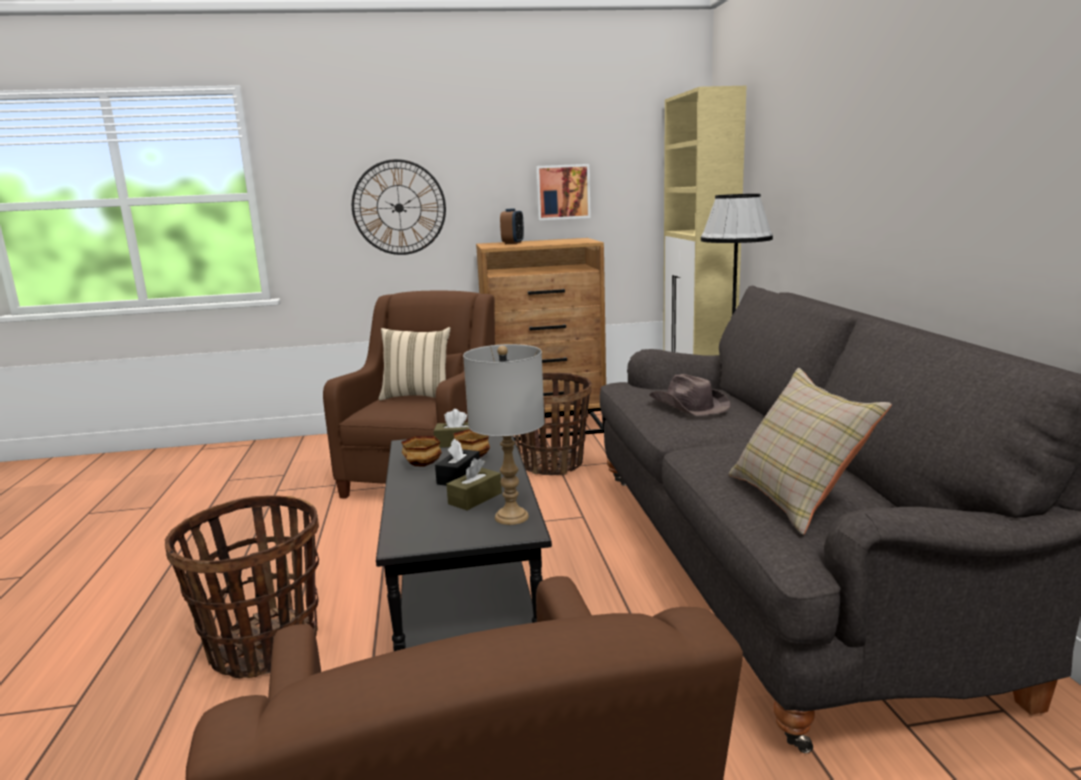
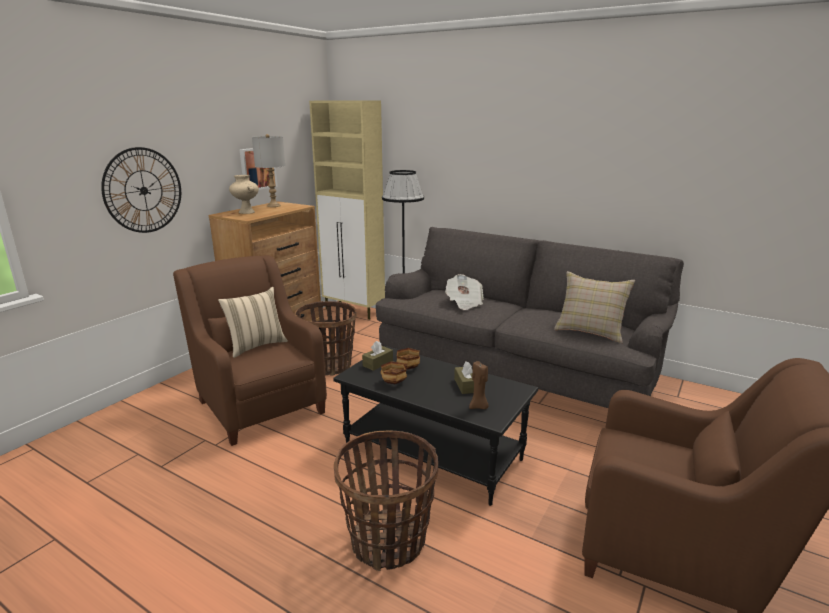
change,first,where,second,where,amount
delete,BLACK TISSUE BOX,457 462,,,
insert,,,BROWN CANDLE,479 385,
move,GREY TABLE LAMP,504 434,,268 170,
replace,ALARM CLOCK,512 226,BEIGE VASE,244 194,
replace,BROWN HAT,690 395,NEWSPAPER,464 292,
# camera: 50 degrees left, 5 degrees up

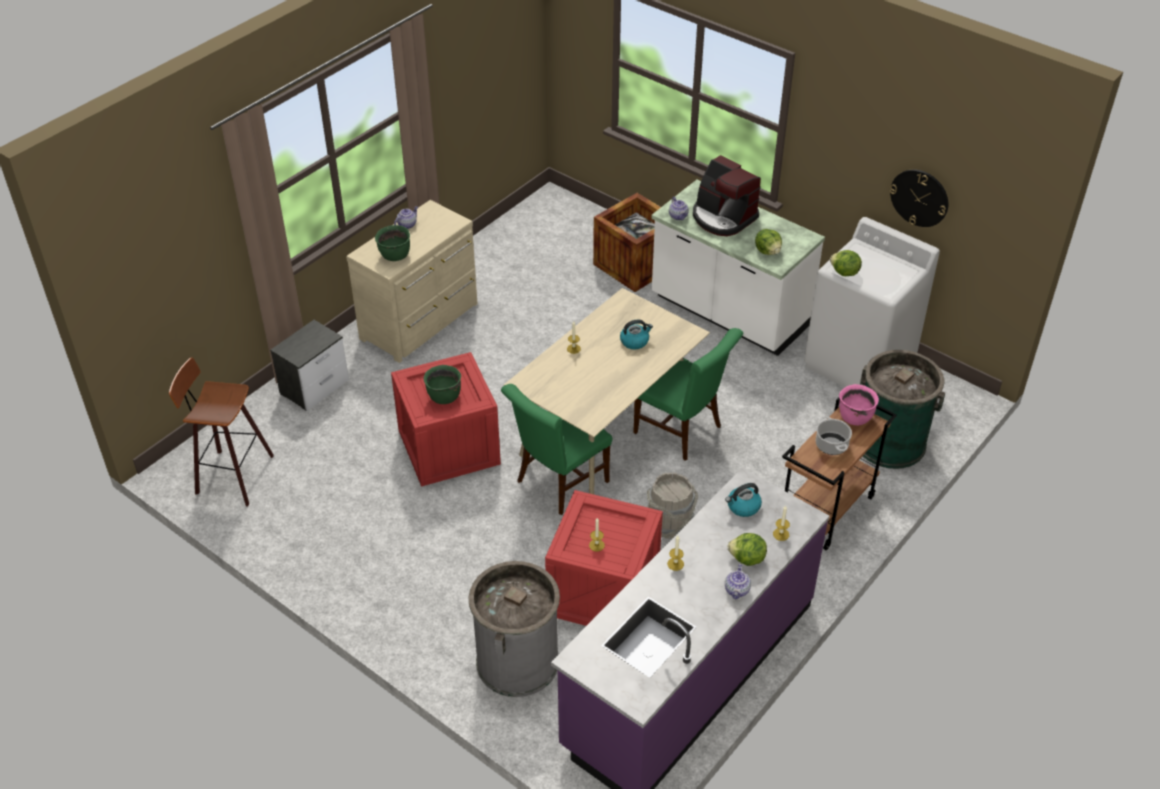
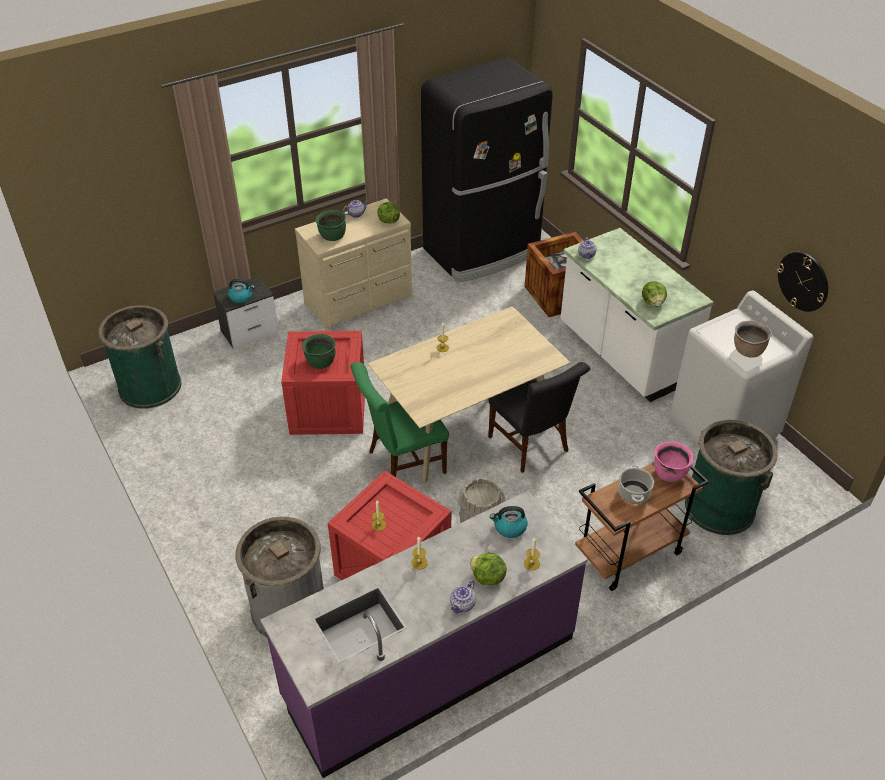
change,first,where,second,where,amount
delete,COFFEE MACHINE,727 195,,,
insert,,,BLACK FRIDGE,487 170,
insert,,,BROWN COOKING POT,753 339,
move,KETTLE,636 334,,241 290,
move,LETTUCE,846 263,,388 213,
replace,STOOL,221 432,GREEN TRASH CAN,139 357,
recolor,GREEN CHAIR,688 394,BLACK CHAIR,539 417,
# camera: 20 degrees right, 0 degrees up

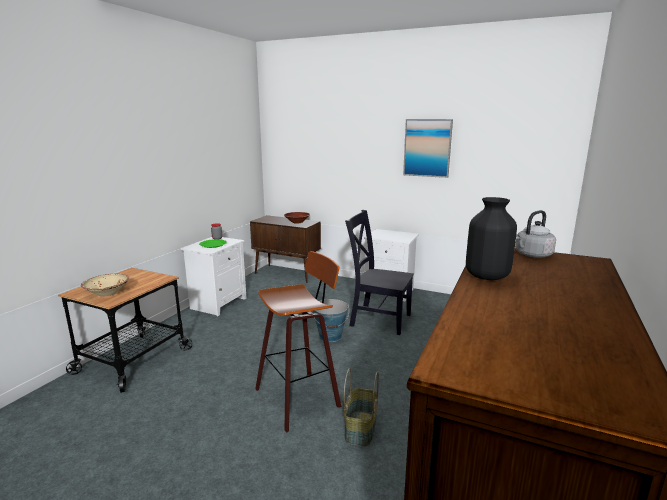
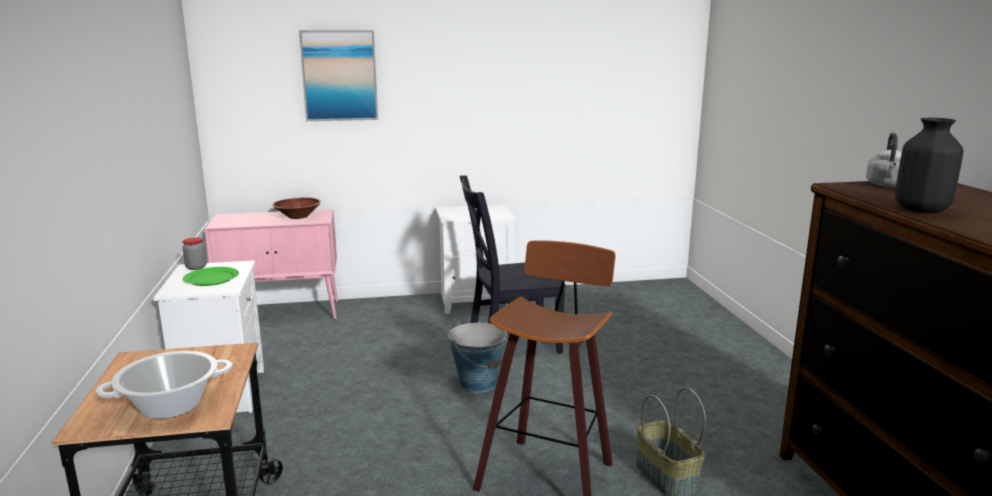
change,first,where,second,where,amount
move,PICTURE,428 148,,338 75,
replace,BEIGE BOWL,105 285,COOKING POT,164 385,
recolor,BROWN CABINET,285 249,PINK CABINET,271 264,
# camera: 35 degrees left, 0 degrees up

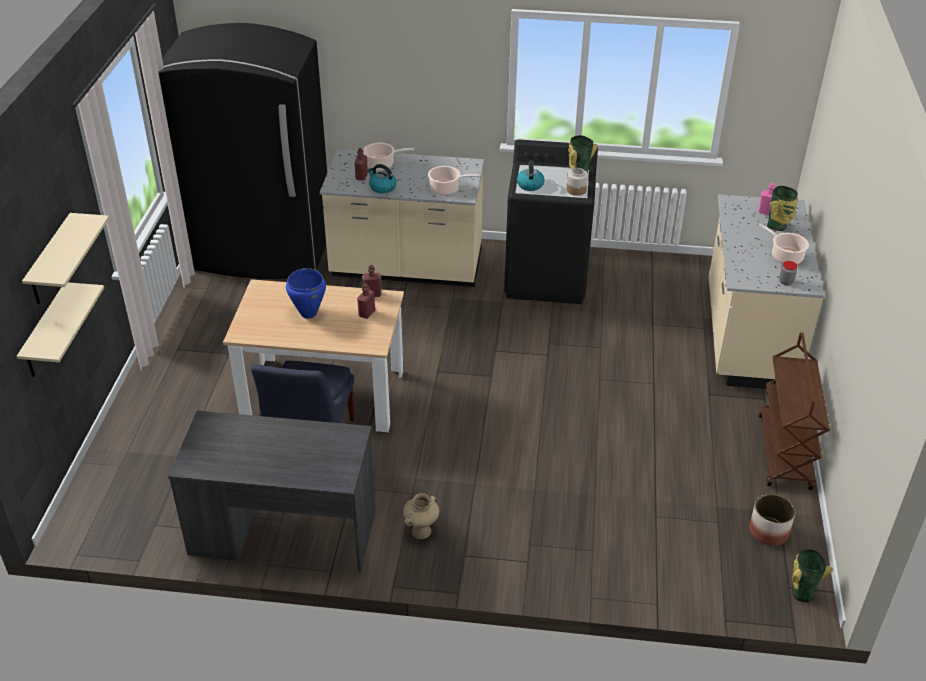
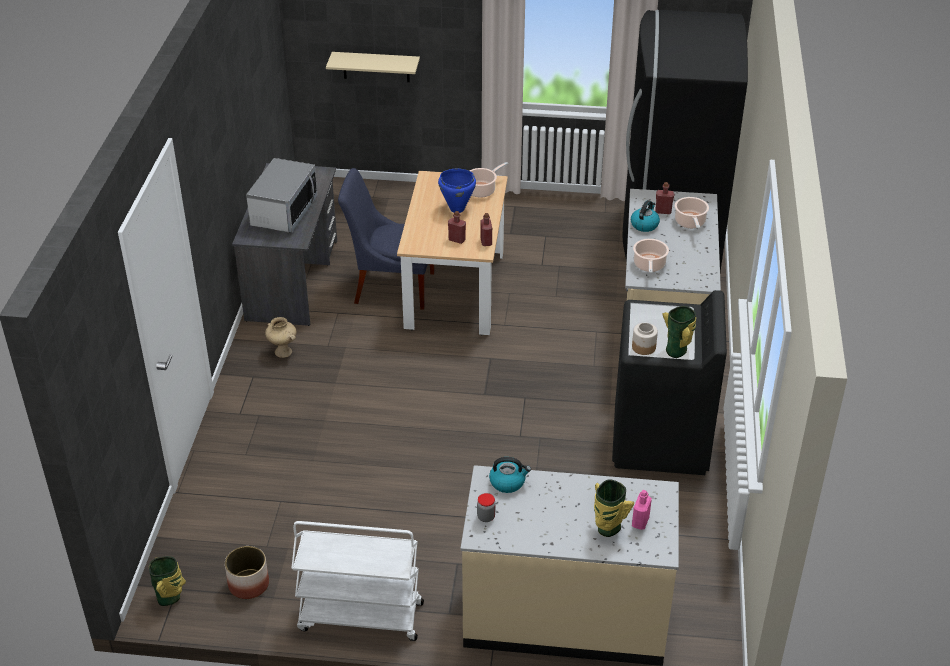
change,first,where,second,where,amount
delete,BEIGE SHELF,66 258,,,
insert,,,MICROWAVE,282 195,
move,KETTLE,531 175,,510 475,
move,COOKING POT,783 244,,488 180,
recolor,BROWN CART,794 411,WHITE CART,357 581,
# camera: 90 degrees right, 0 degrees up

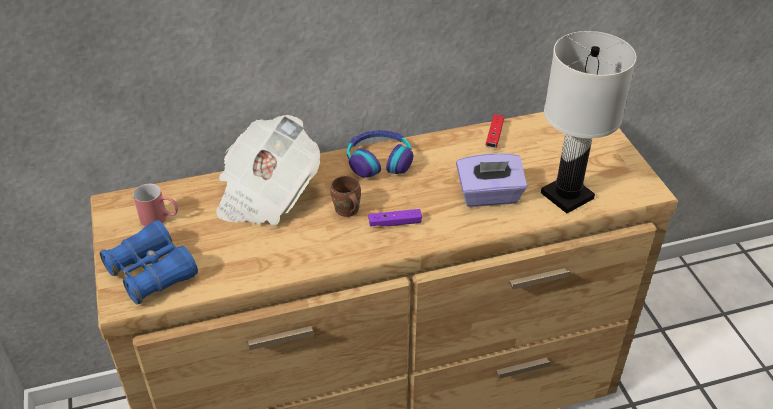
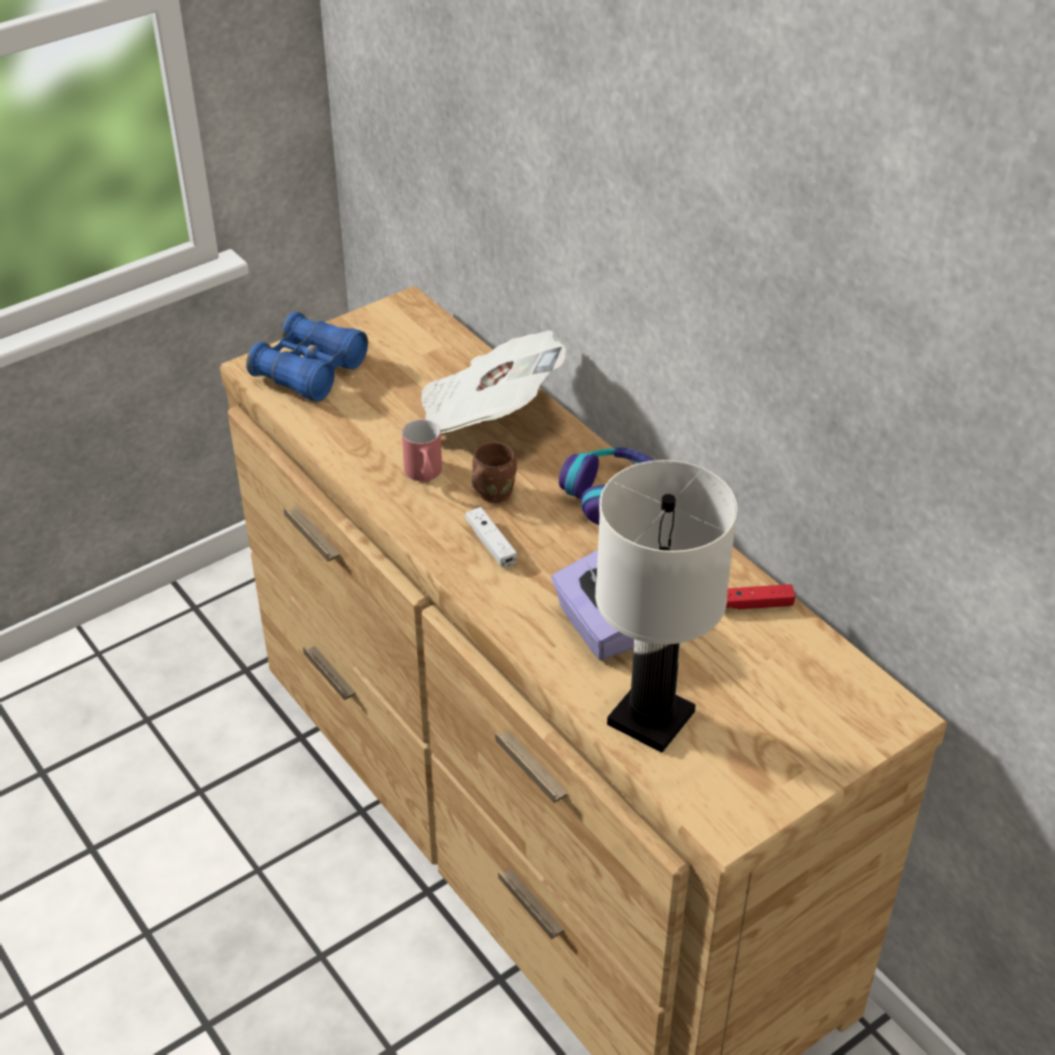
change,first,where,second,where,amount
move,RED MUG,155 205,,422 450,
recolor,PURPLE GAME CONTROLLER,395 218,WHITE GAME CONTROLLER,491 537,
# camera: 70 degrees right, 0 degrees up

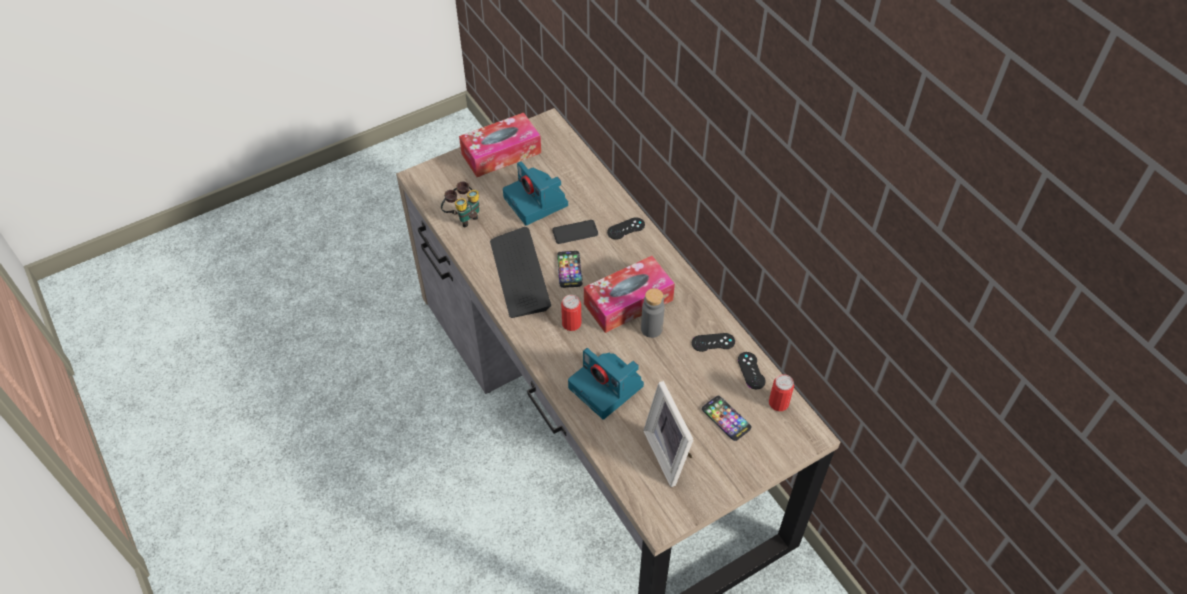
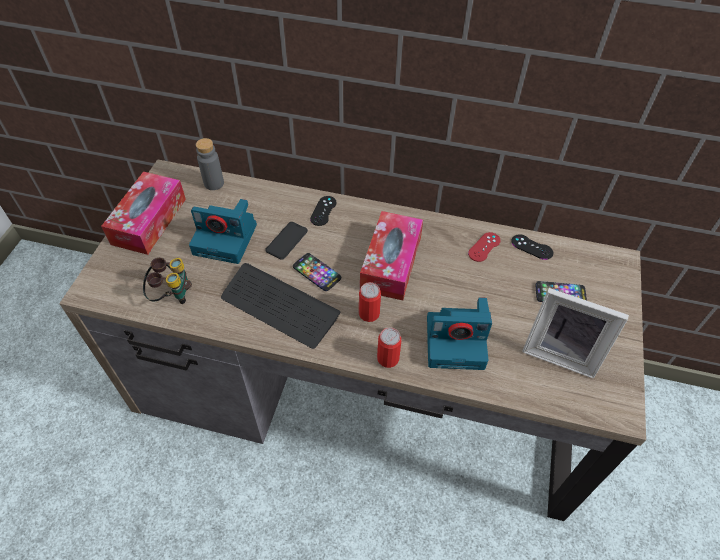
change,first,where,second,where,amount
move,GREY BOTTLE,653 313,,210 164,
move,CAN,781 392,,389 348,
recolor,BLACK GAME CONTROLLER,713 342,RED GAME CONTROLLER,484 247,
# camera: 45 degrees left, 0 degrees up

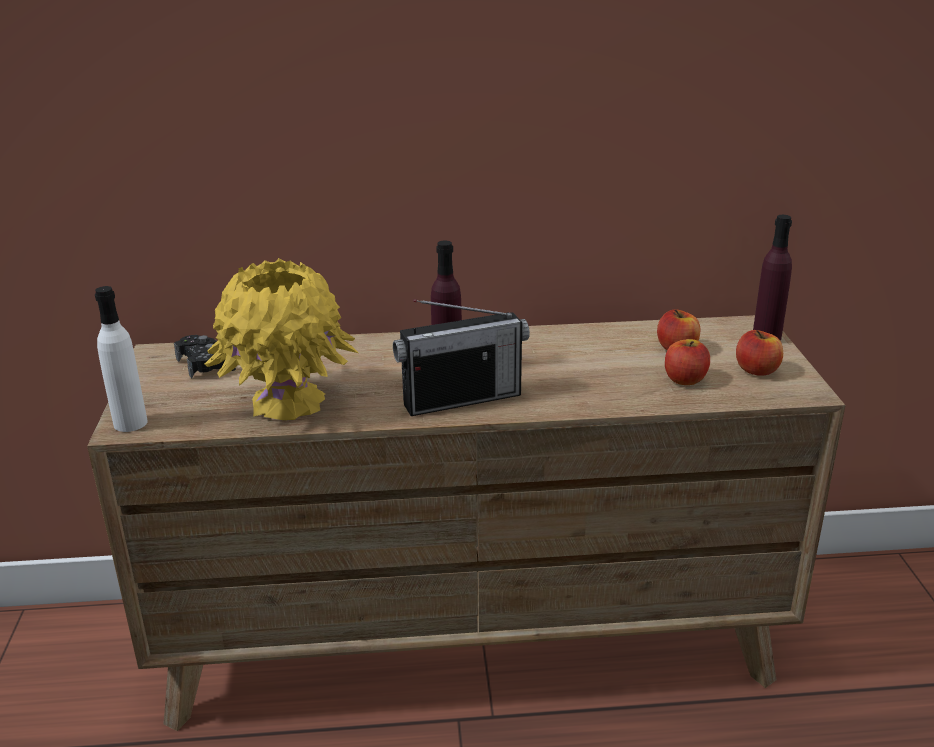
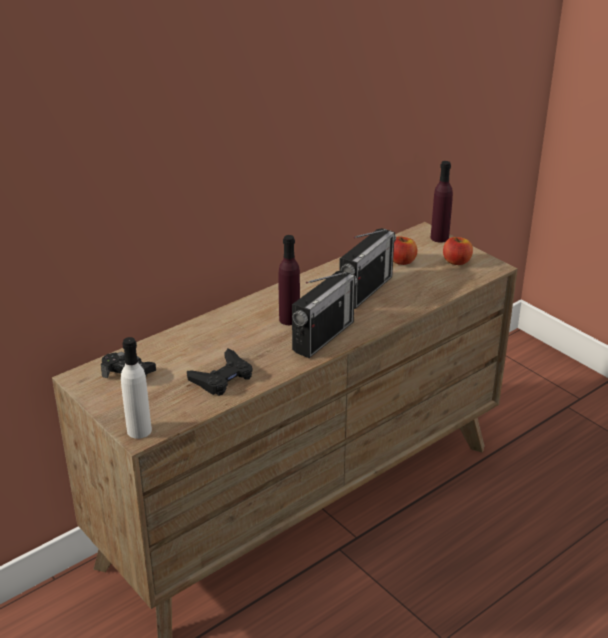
change,first,where,second,where,amount
delete,APPLE,687 362,,,
insert,,,RADIO,367 268,
replace,YELLOW VASE,281 339,BLACK GAME CONTROLLER,220 372,
# camera: 35 degrees left, 5 degrees up

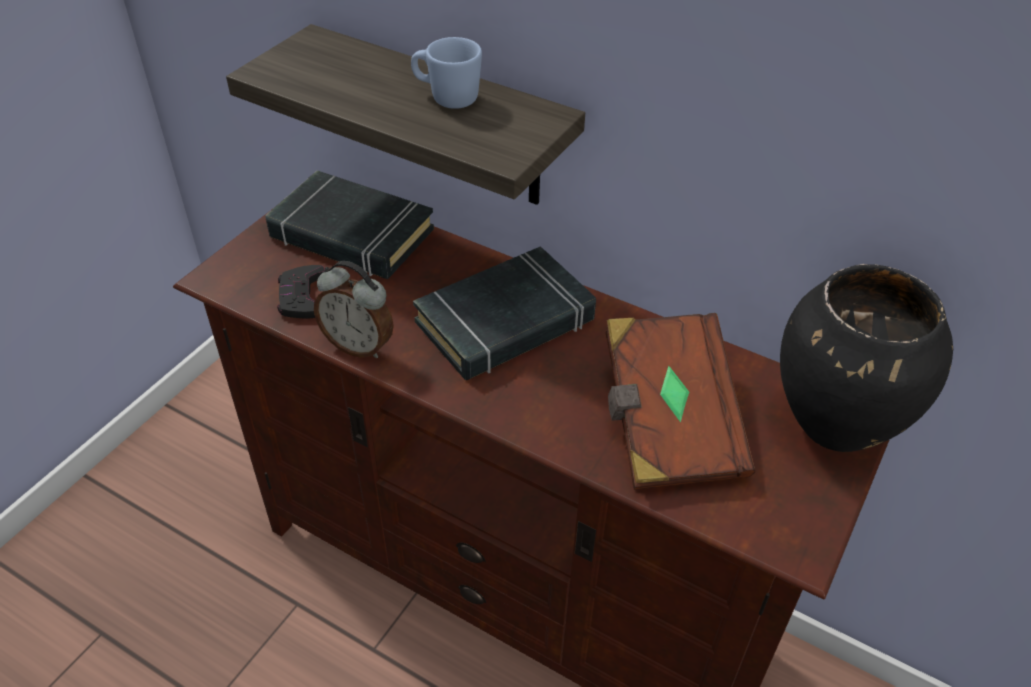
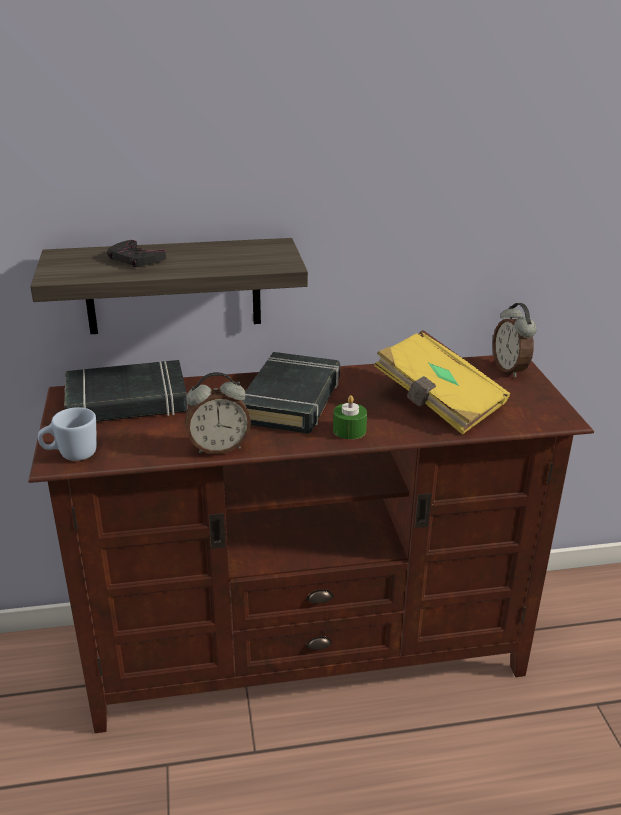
change,first,where,second,where,amount
insert,,,GREEN CANDLE,350 417,
move,BLACK GAME CONTROLLER,301 292,,136 253,
move,BLUE MUG,446 73,,67 434,
replace,BLACK VASE,866 358,ALARM CLOCK,514 340,
recolor,BROWN BOOK,680 401,YELLOW BOOK,442 382,
# camera: 40 degrees left, 15 degrees down

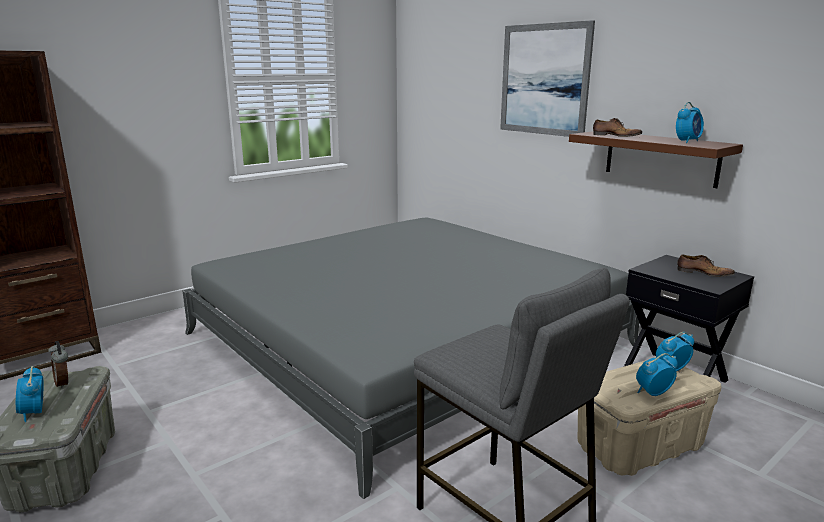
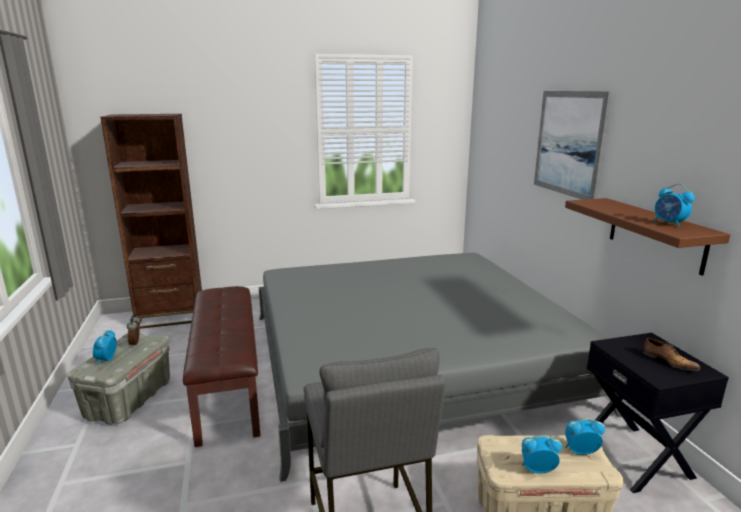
change,first,where,second,where,amount
delete,SHOE,617 127,,,
insert,,,BROWN BENCH,221 366,
rotate,ALARM CLOCK,690 122,,674 205,75 degrees clockwise
# camera: 25 degrees right, 0 degrees up

